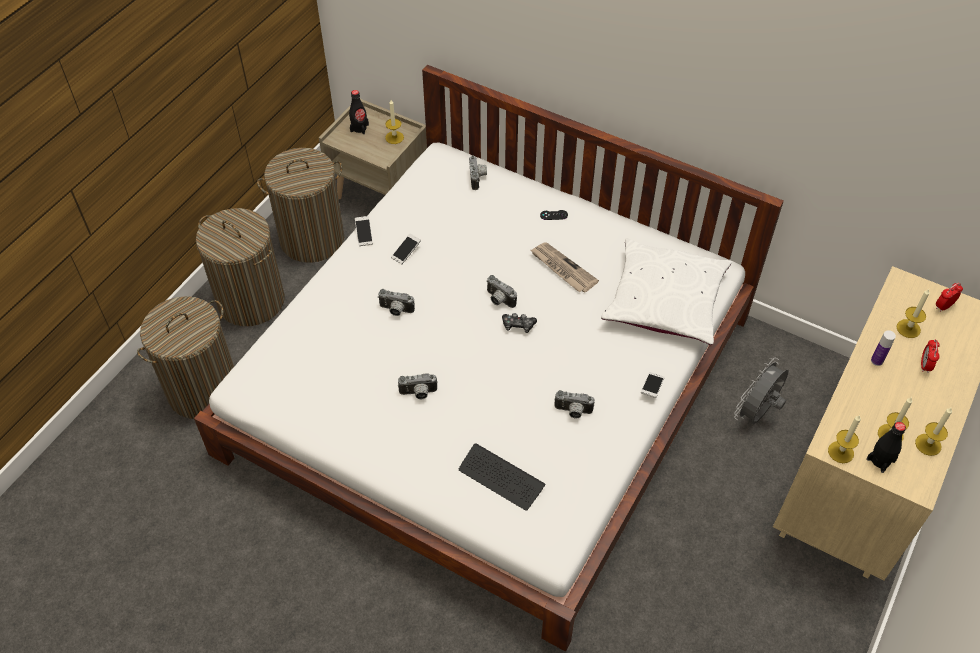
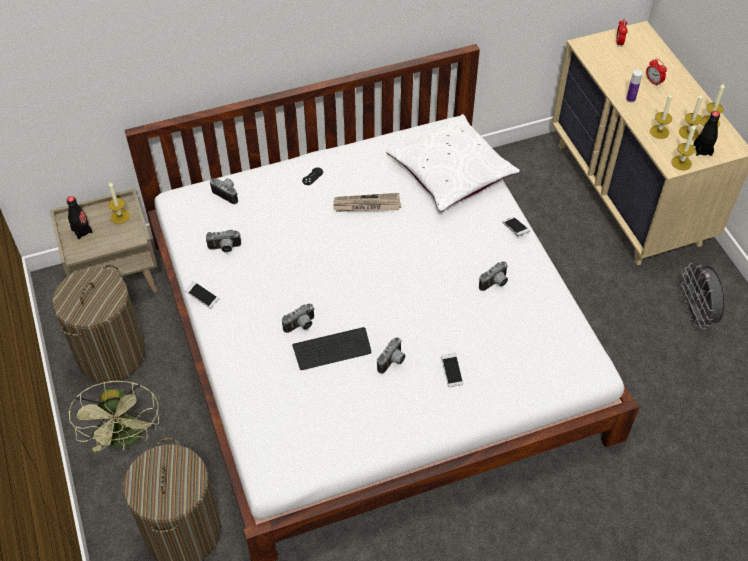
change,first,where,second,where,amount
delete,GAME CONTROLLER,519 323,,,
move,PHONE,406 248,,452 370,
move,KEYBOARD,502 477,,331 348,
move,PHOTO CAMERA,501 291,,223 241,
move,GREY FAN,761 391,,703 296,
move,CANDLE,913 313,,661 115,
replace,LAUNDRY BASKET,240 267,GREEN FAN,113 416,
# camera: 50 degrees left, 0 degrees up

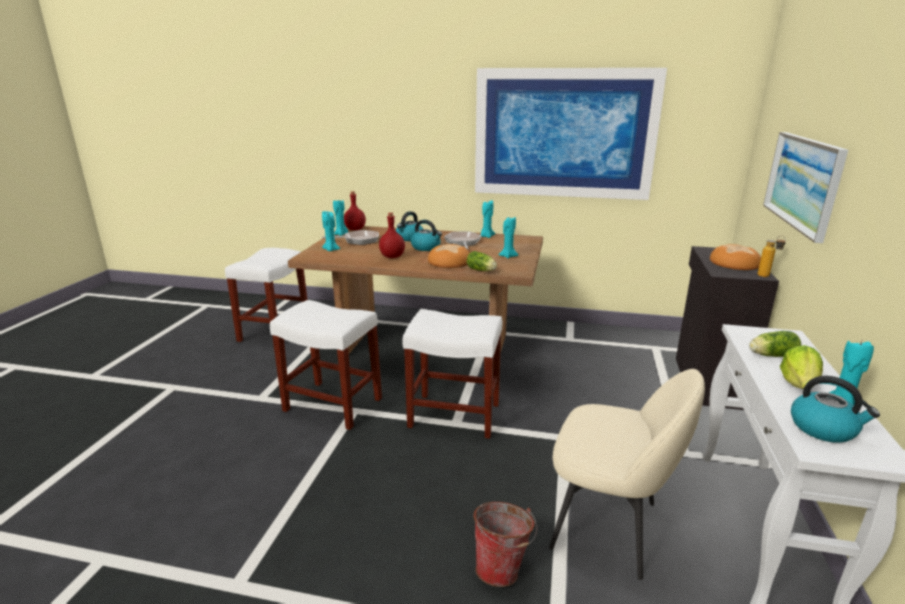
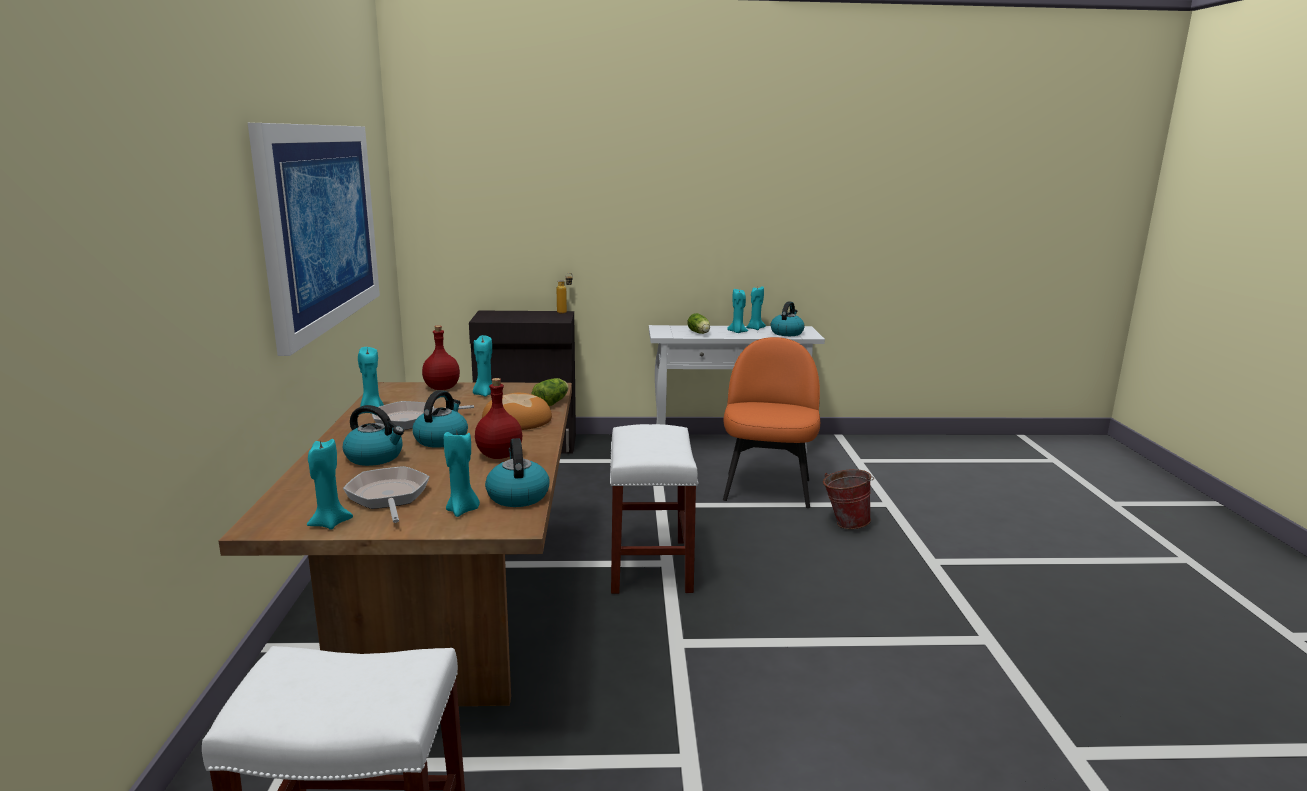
change,first,where,second,where,amount
delete,WHITE STOOL,326 365,,,
delete,BREAD,735 257,,,
delete,PICTURE,805 187,,,
insert,,,KETTLE,517 472,
move,RED BOTTLE,355 210,,441 357,
replace,LETTUCE,801 367,TURQUOISE CANDLE,737 311,
recolor,BEIGE CHAIR,627 474,ORANGE CHAIR,771 422,
# camera: 105 degrees left, 5 degrees down

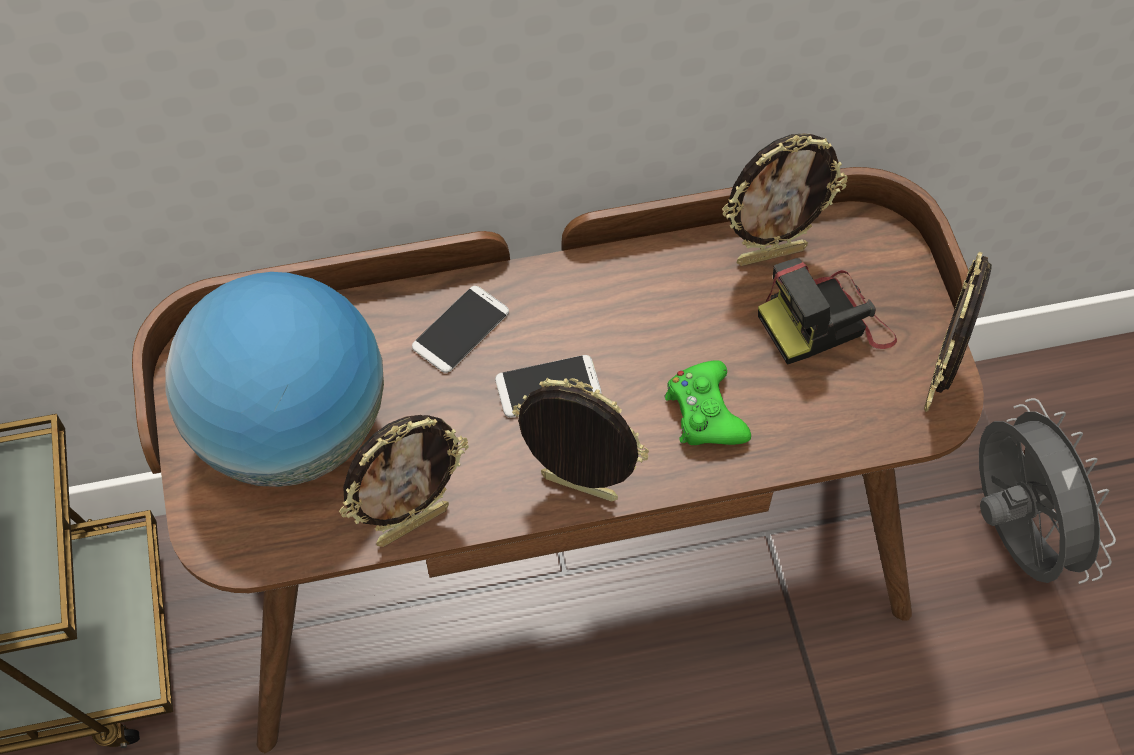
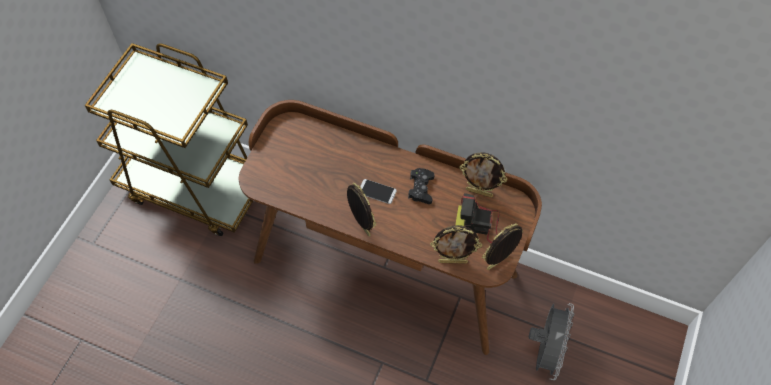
change,first,where,second,where,amount
delete,GLOBE,274 379,,,
delete,PHONE,460 329,,,
delete,GREEN GAME CONTROLLER,708 402,,,
insert,,,BLACK GAME CONTROLLER,421 186,
move,PICTURE FRAME,404 481,,456 244,
# camera: 35 degrees right, 0 degrees up

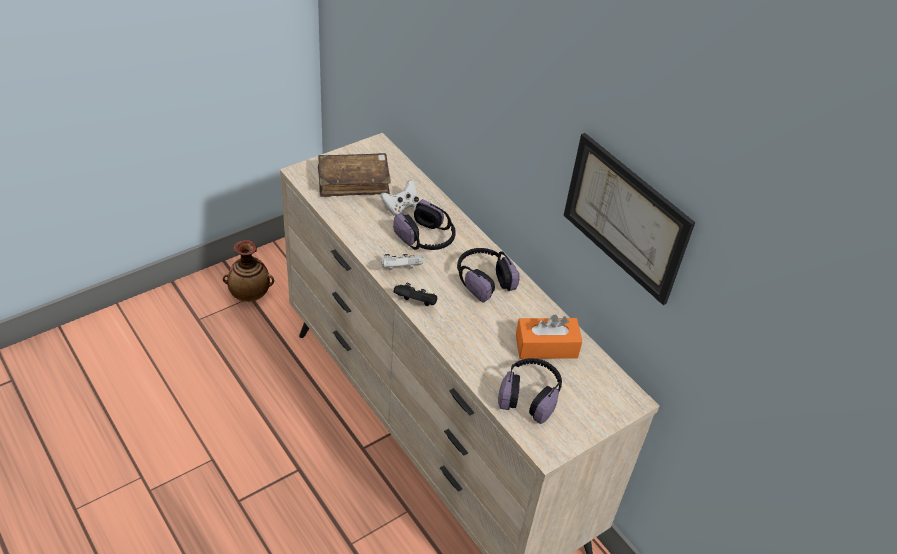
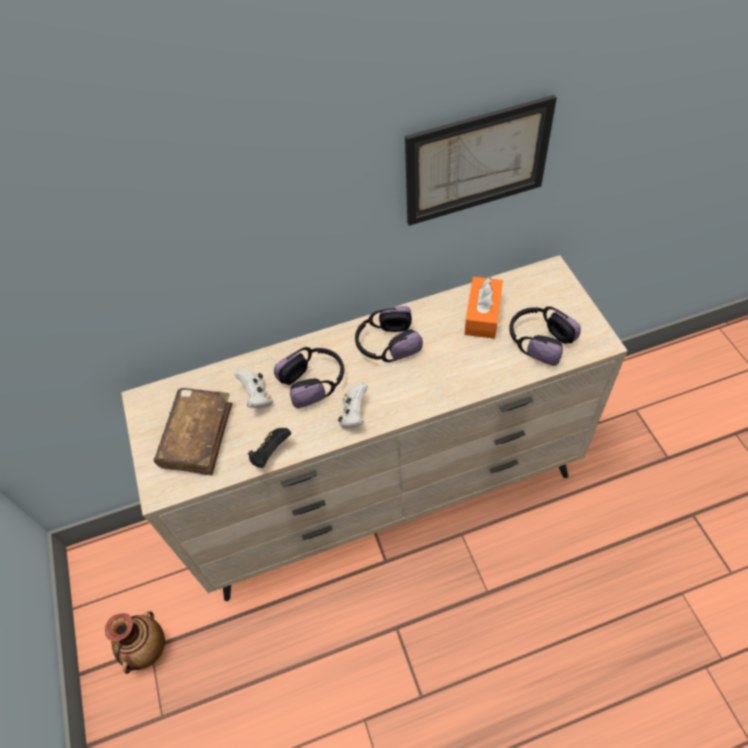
change,first,where,second,where,amount
move,BLACK GAME CONTROLLER,415 294,,269 448,
# camera: 65 degrees left, 10 degrees up

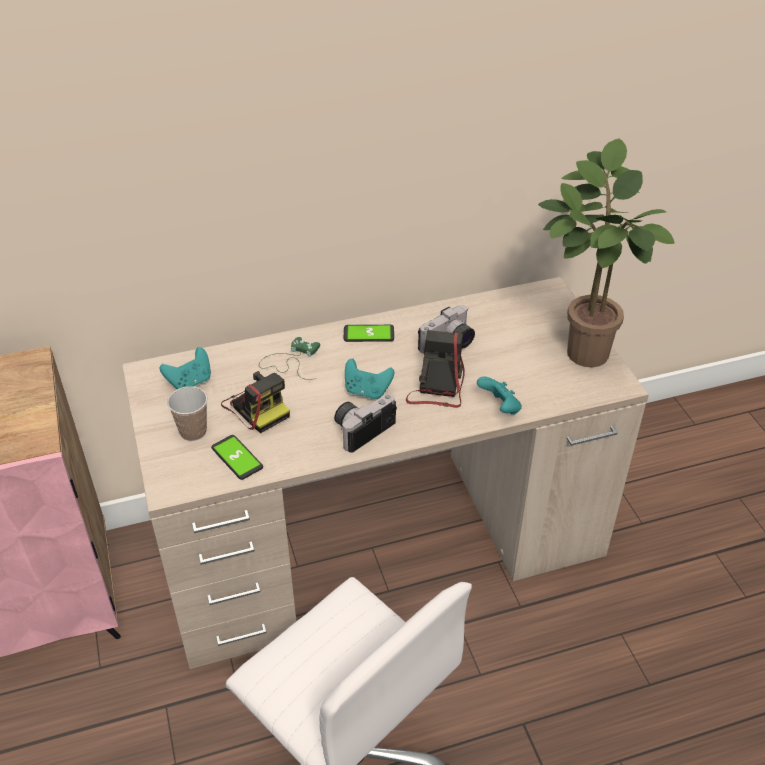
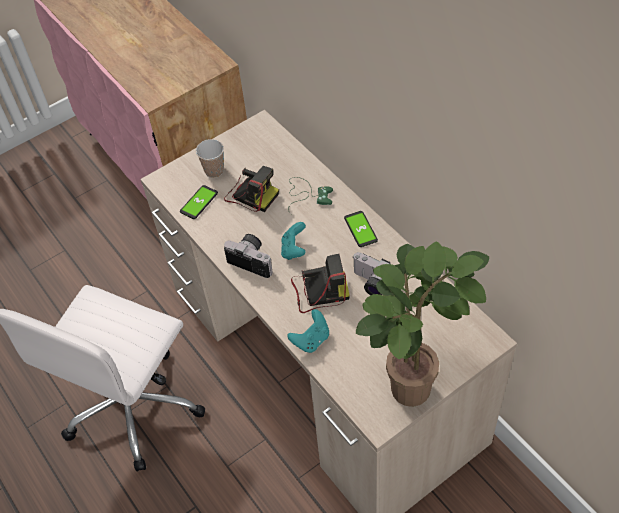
change,first,where,second,where,amount
delete,TURQUOISE GAME CONTROLLER,185 368,,,
rotate,PHOTO CAMERA,255 402,,251 189,90 degrees counterclockwise
# camera: 75 degrees right, 10 degrees up

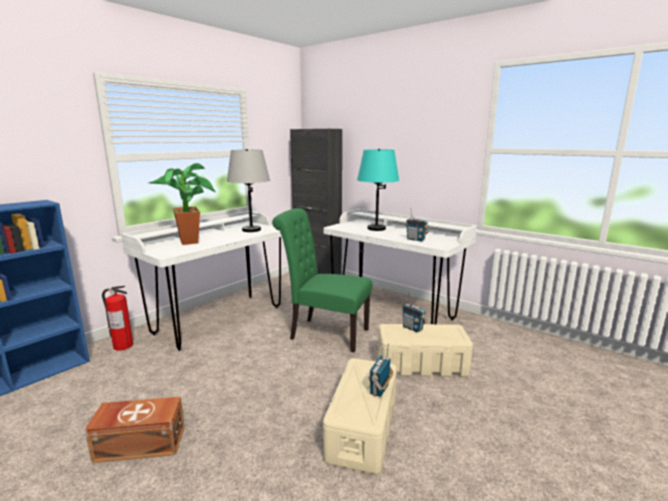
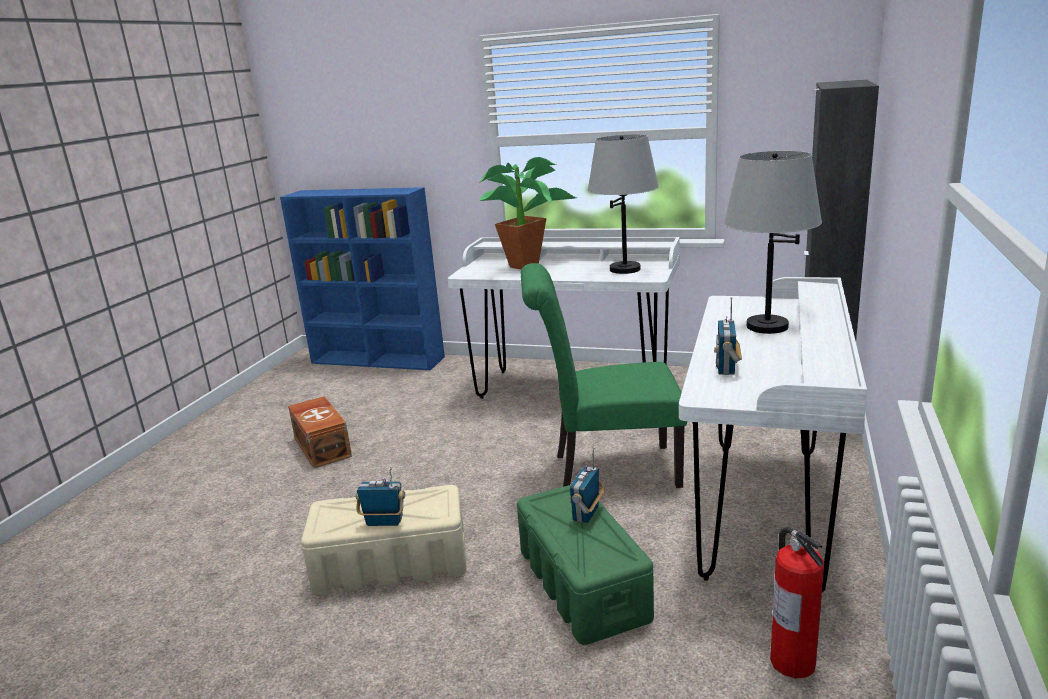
change,first,where,second,where,amount
move,FIRE EXTINGUISHER,117 318,,797 602,
recolor,TURQUOISE TABLE LAMP,378 190,GREY TABLE LAMP,773 242,
recolor,BEIGE STORAGE BOX,425 350,GREEN STORAGE BOX,585 565,
rotate,GREEN CHAIR,322 280,,604 375,90 degrees counterclockwise
# camera: 70 degrees right, 5 degrees up

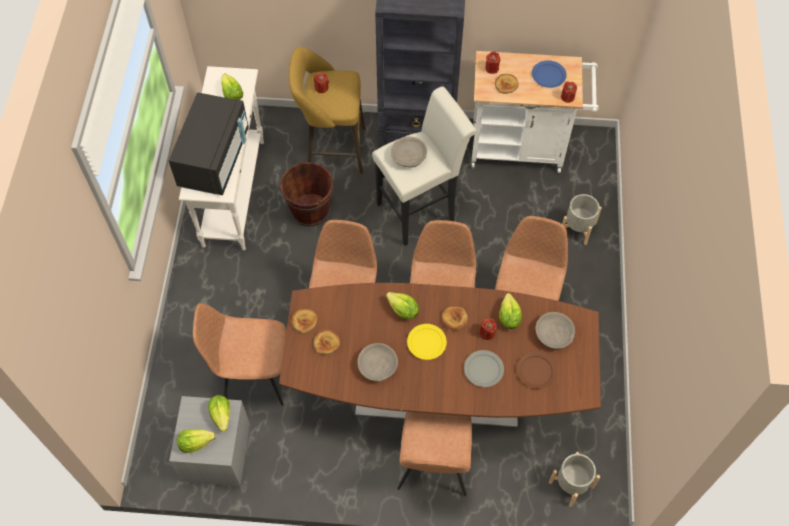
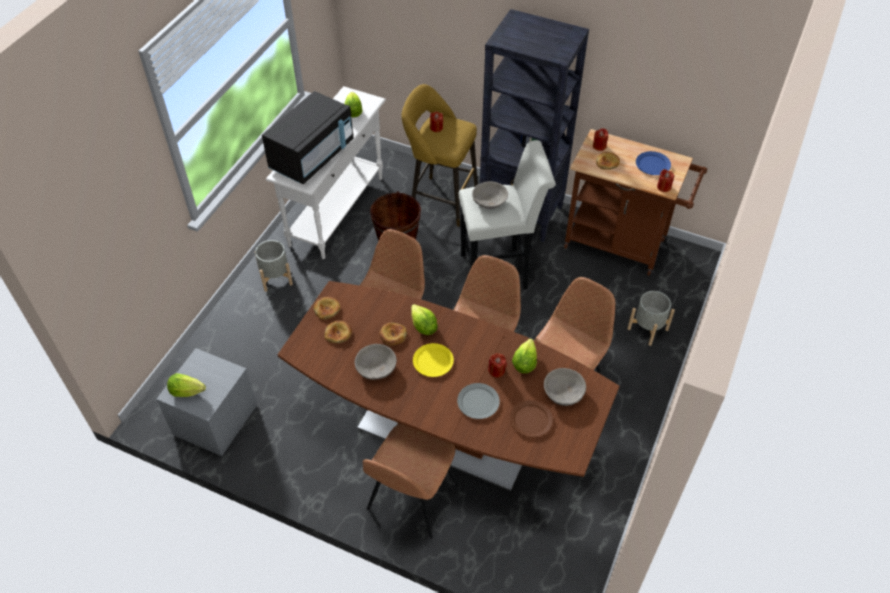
change,first,where,second,where,amount
delete,BROWN CHAIR,240 354,,,
delete,LETTUCE,219 413,,,
move,BREAD,455 319,,393 334,
move,GREY PLANTER,574 479,,274 266,
recolor,WHITE CART,535 112,BROWN CART,635 202,
# camera: 20 degrees right, 10 degrees down

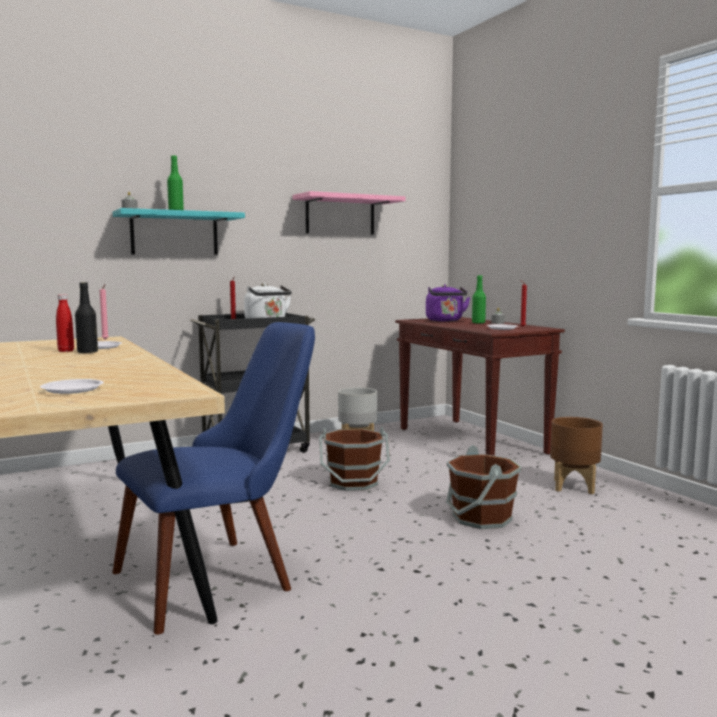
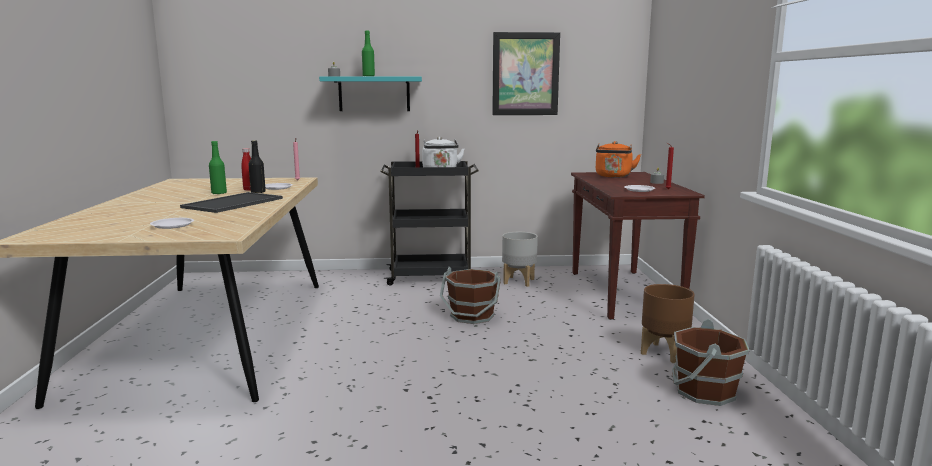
change,first,where,second,where,amount
delete,BLUE CHAIR,213 478,,,
insert,,,TRAY,231 202,
move,BROWN BUCKET,484 487,,711 362,
move,GREEN BOTTLE,479 299,,218 168,
replace,PINK SHELF,349 213,PICTURE,526 73,
recolor,PURPLE KETTLE,448 303,ORANGE KETTLE,618 159,
# camera: 25 degrees right, 5 degrees up

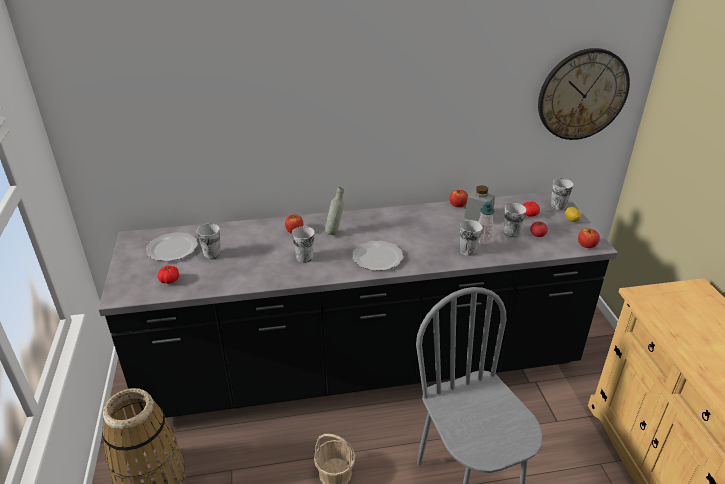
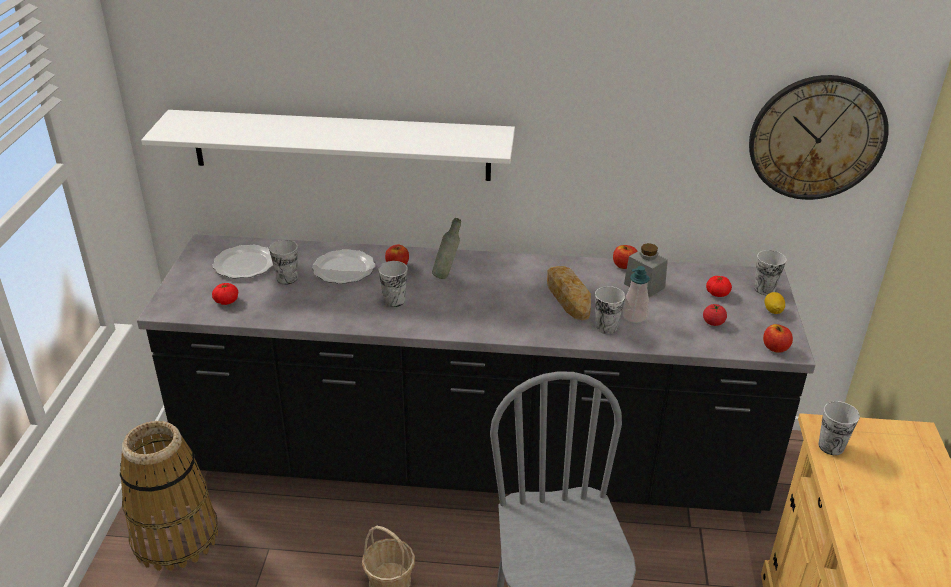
change,first,where,second,where,amount
insert,,,WHITE SHELF,328 145,
insert,,,BREAD,569 293,
move,PLATE,378 256,,343 266,
move,CUP,515 220,,839 428,
# camera: 15 degrees right, 0 degrees up

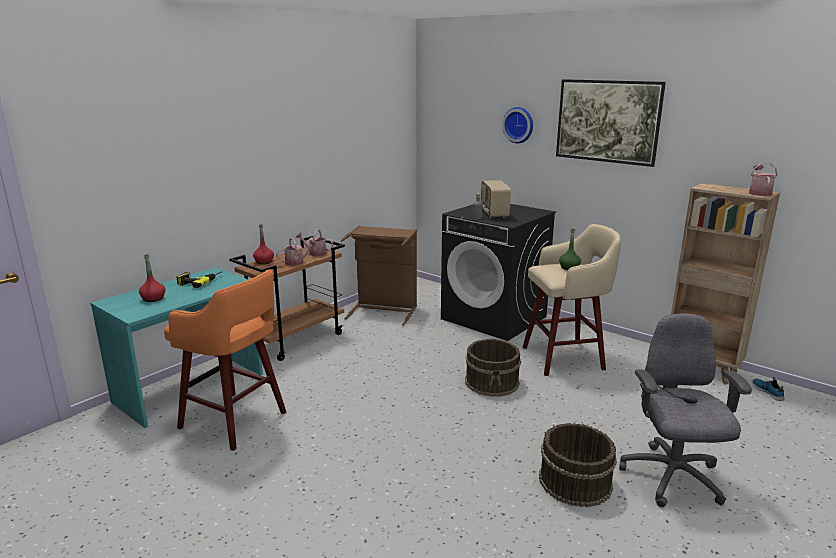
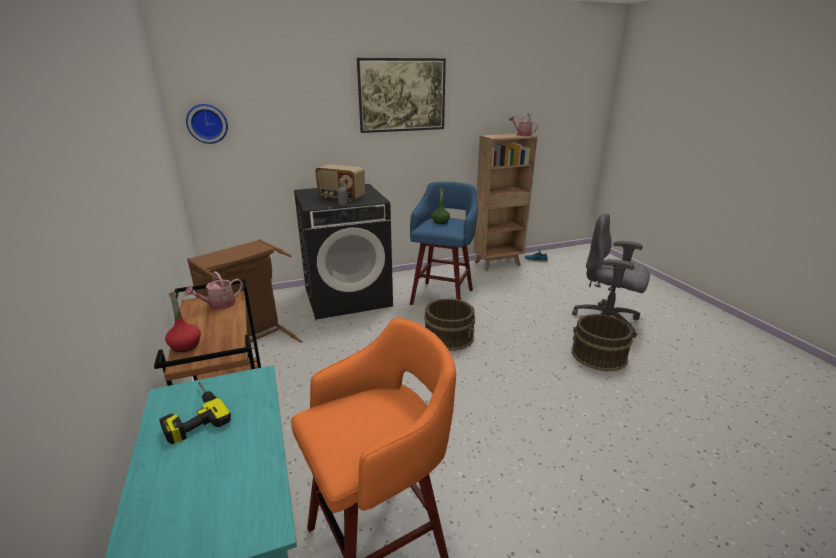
change,first,where,second,where,amount
delete,RED BOTTLE,152 278,,,
delete,WATERING CAN,296 251,,,
move,WALL CLOCK,517 125,,207 124,
recolor,BEIGE STOOL,571 300,BLUE STOOL,444 243,
# camera: 60 degrees left, 5 degrees up

